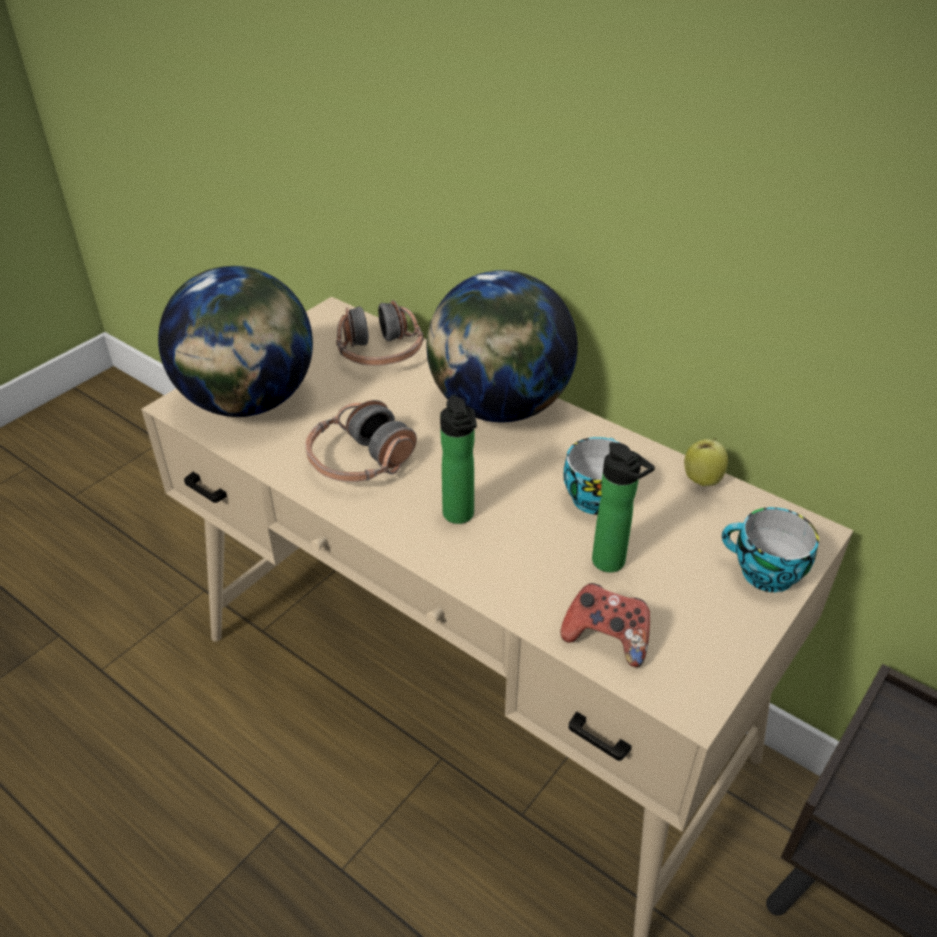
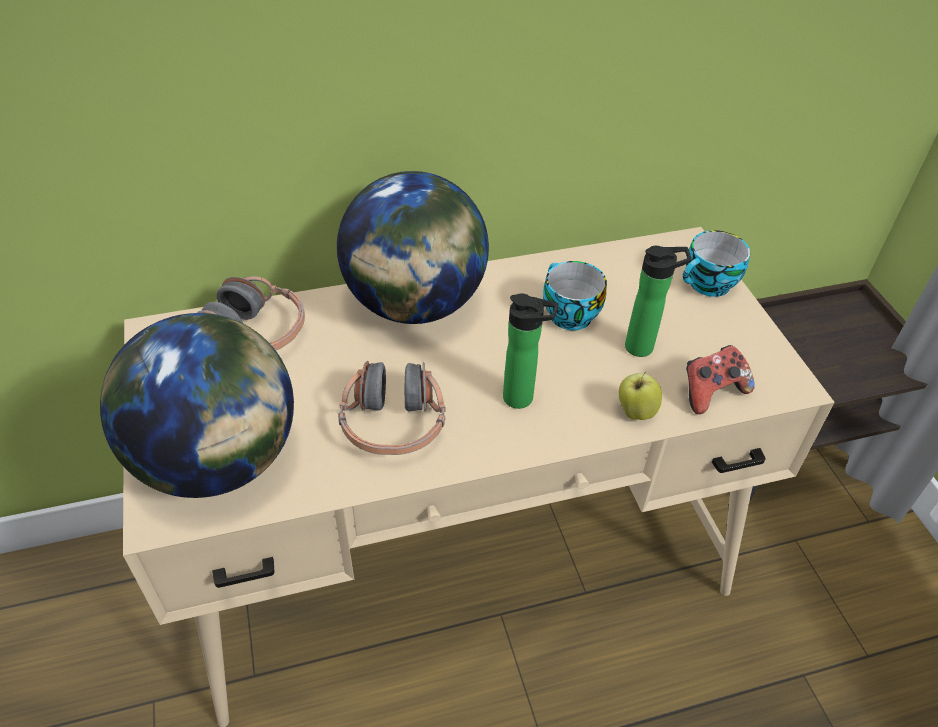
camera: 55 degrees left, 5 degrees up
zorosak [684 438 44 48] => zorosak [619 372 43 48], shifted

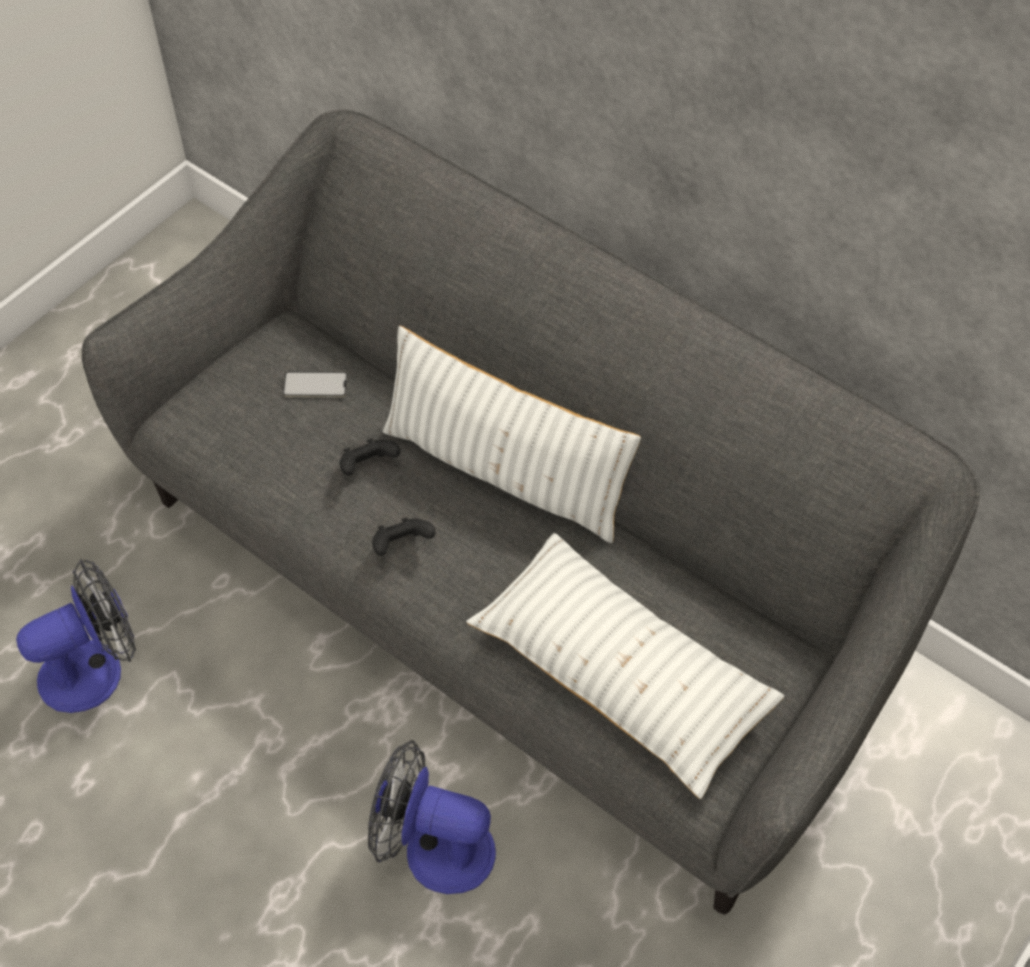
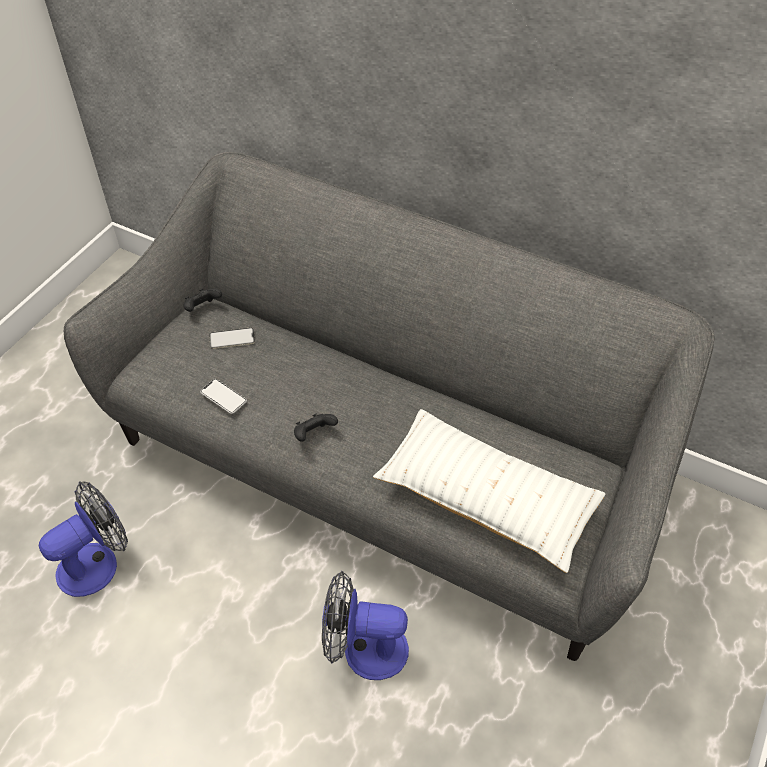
camera: 10 degrees left, 5 degrees down
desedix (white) [382 326 259 217] => nothing
nothing => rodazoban [200 379 47 35]
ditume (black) [340 439 60 37] => ditume (black) [183 288 39 24], shifted

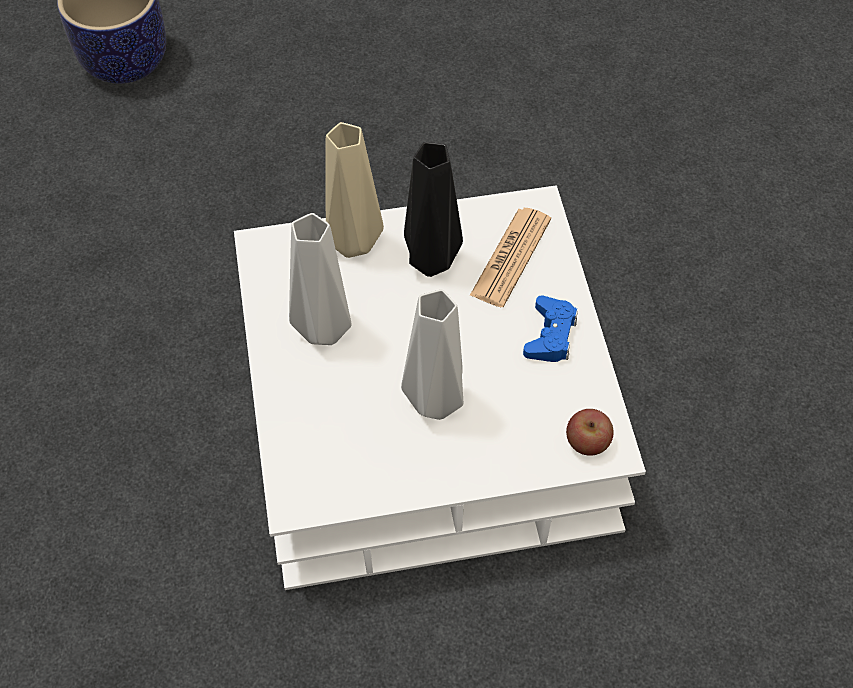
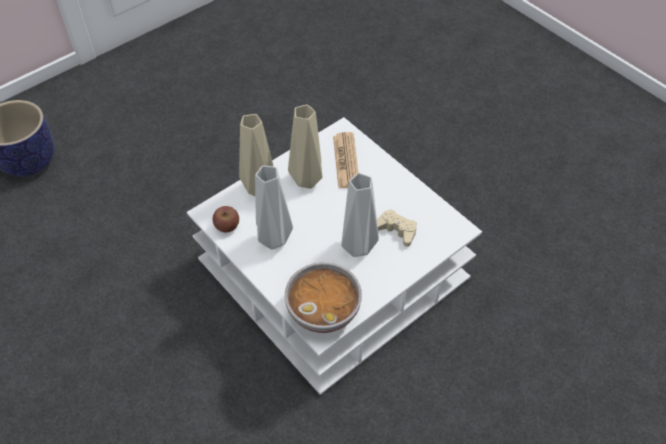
camera: 30 degrees left, 5 degrees down
ditume (blue) [523 295 55 67] => nothing
nothing => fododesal [285 262 77 71]
nothing => ditume (beige) [377 209 40 38]
zorosak [566 409 48 47] => zorosak [213 206 26 26], shifted
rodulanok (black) [404 142 59 135] => rodulanok (beige) [288 105 34 84]

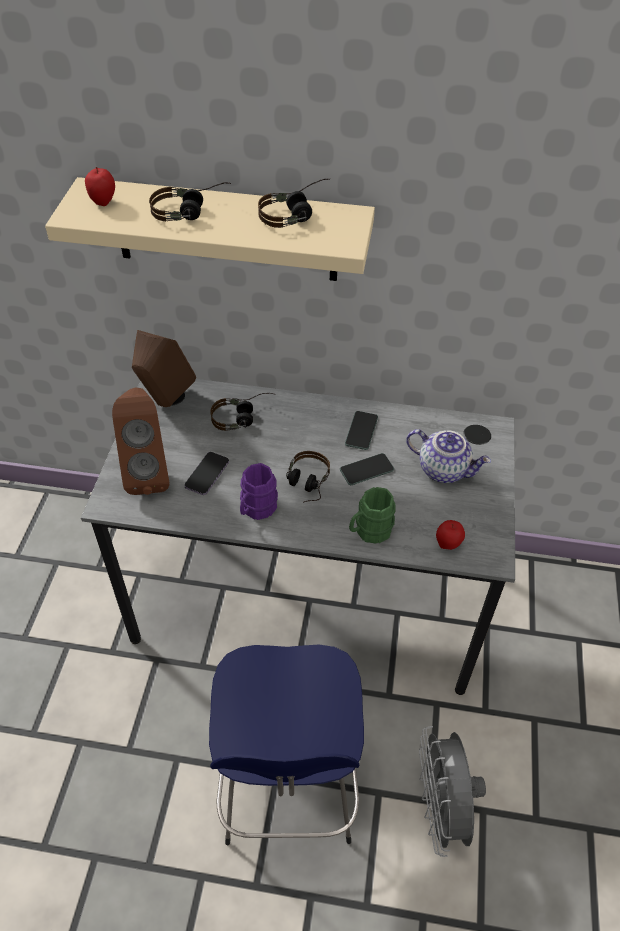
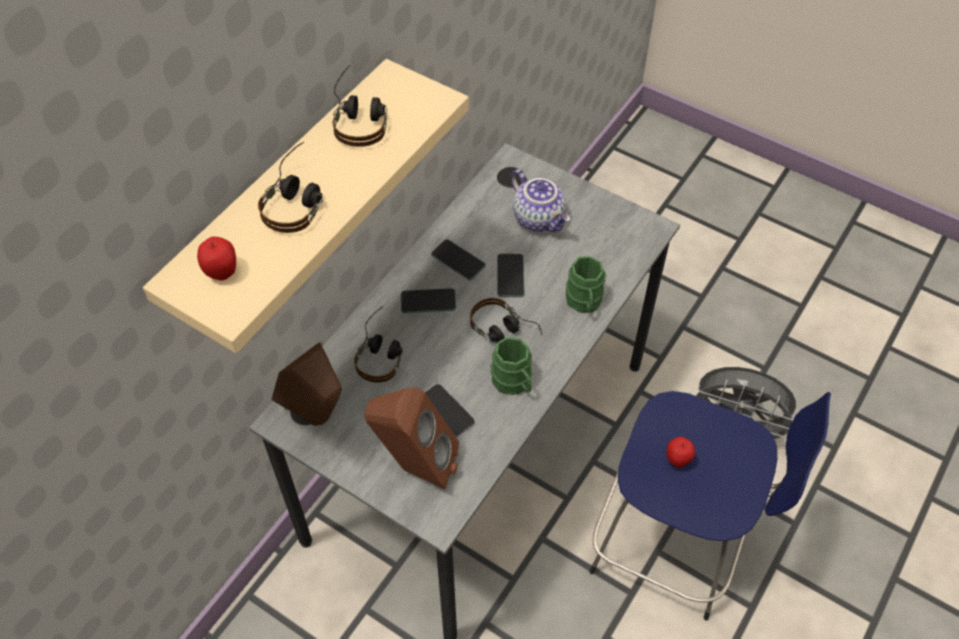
camera: 65 degrees left, 5 degrees up
nothing => rodazoban [401 288 55 25]
zorosak [436 520 29 30] => zorosak [666 437 29 31], shifted
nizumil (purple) [240 463 38 57] => nizumil (green) [491 337 41 58]
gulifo [406 429 85 54] => gulifo [511 169 60 63], 90 degrees clockwise

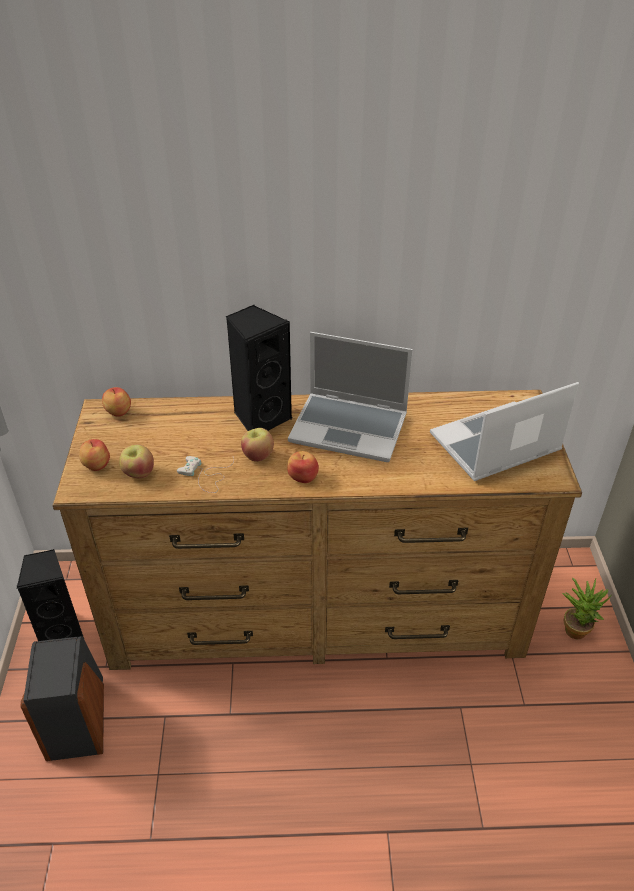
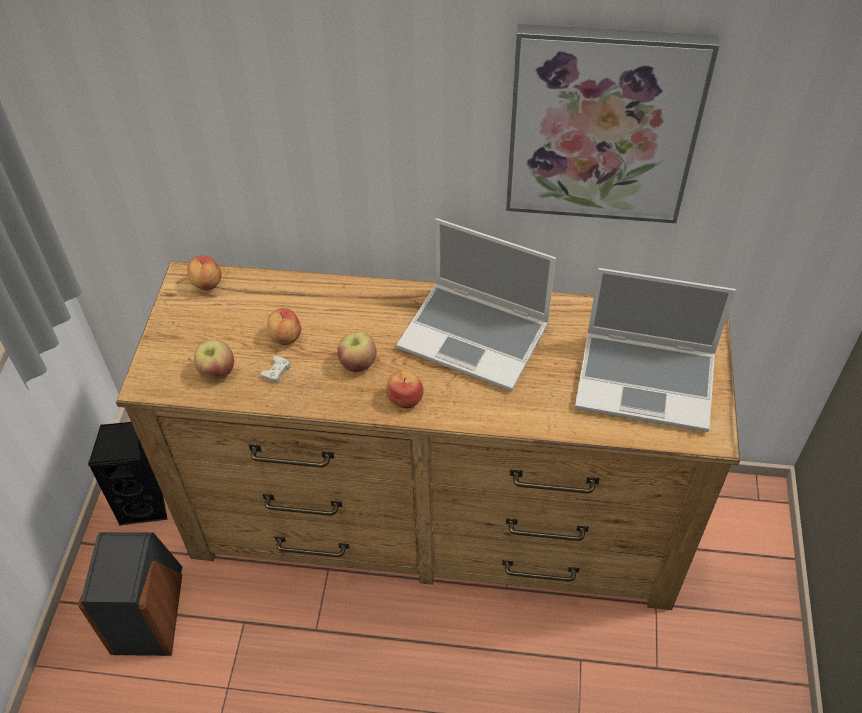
camera: 10 degrees right, 10 degrees up
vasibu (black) [226 305 66 126] => nothing
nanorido [562 578 50 61] => nothing
nothing => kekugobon [506 24 214 199]
zorosak [79 439 31 32] => zorosak [267 308 34 37], shifted
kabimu [430 382 149 99] => kabimu [575 268 161 164], 150 degrees counterclockwise

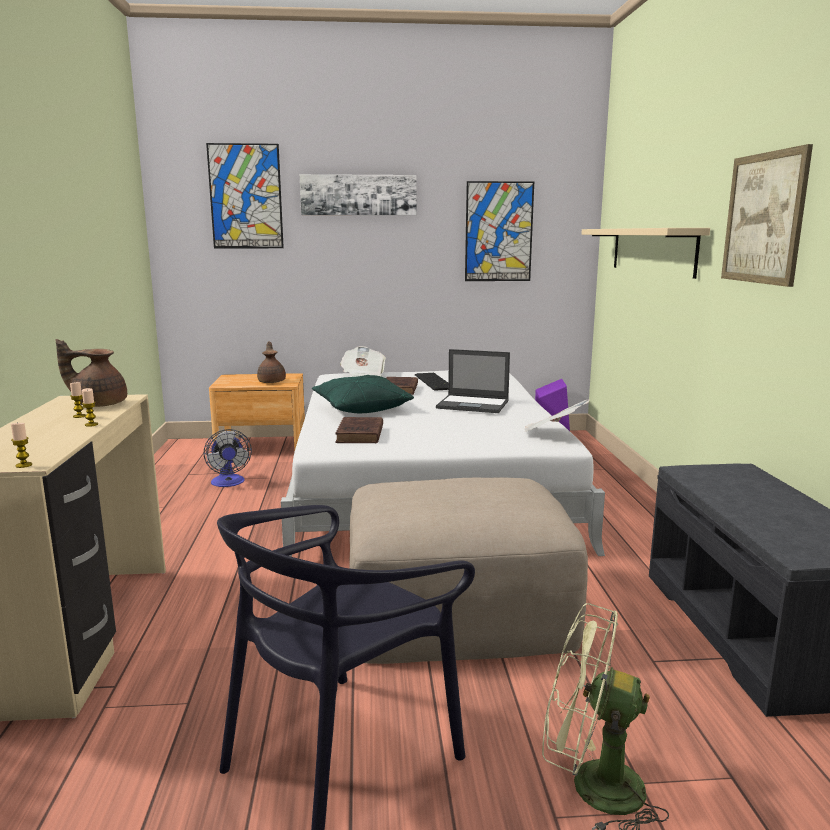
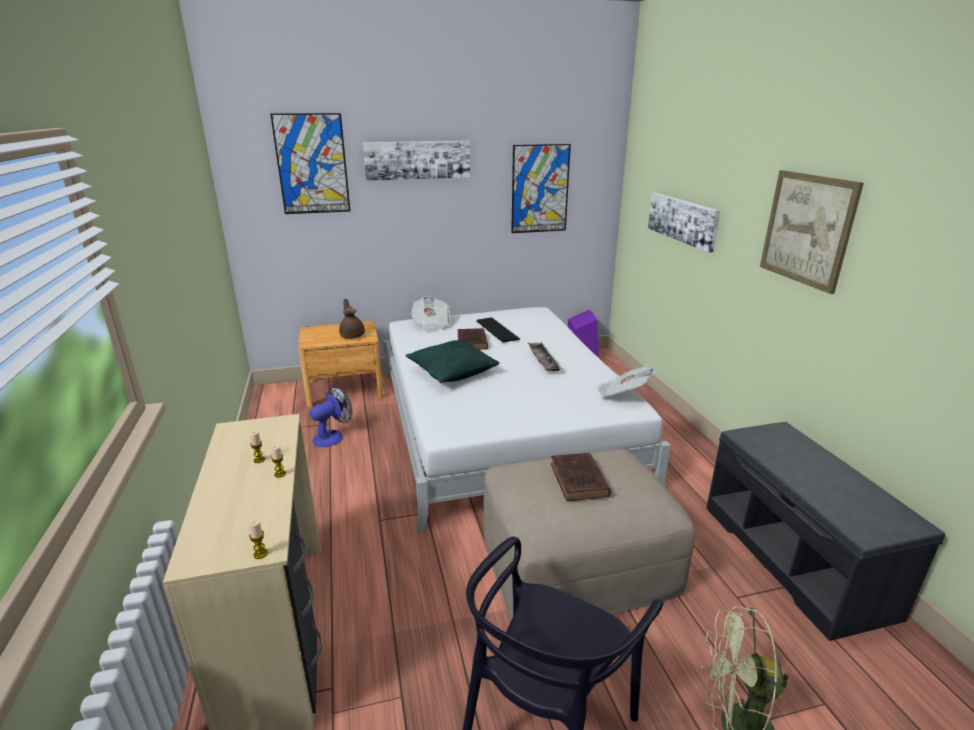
camera: 10 degrees left, 10 degrees up
gulifo (brown) [56 339 71 68] => nothing
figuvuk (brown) [335 417 48 26] => figuvuk (brown) [550 453 61 48], shifted
kabimu [436 349 74 64] => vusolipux [528 342 34 29]
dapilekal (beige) [581 228 129 51] => kekugobon [648 193 72 60]
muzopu [204 429 48 58] => muzopu [310 386 42 61], 105 degrees counterclockwise

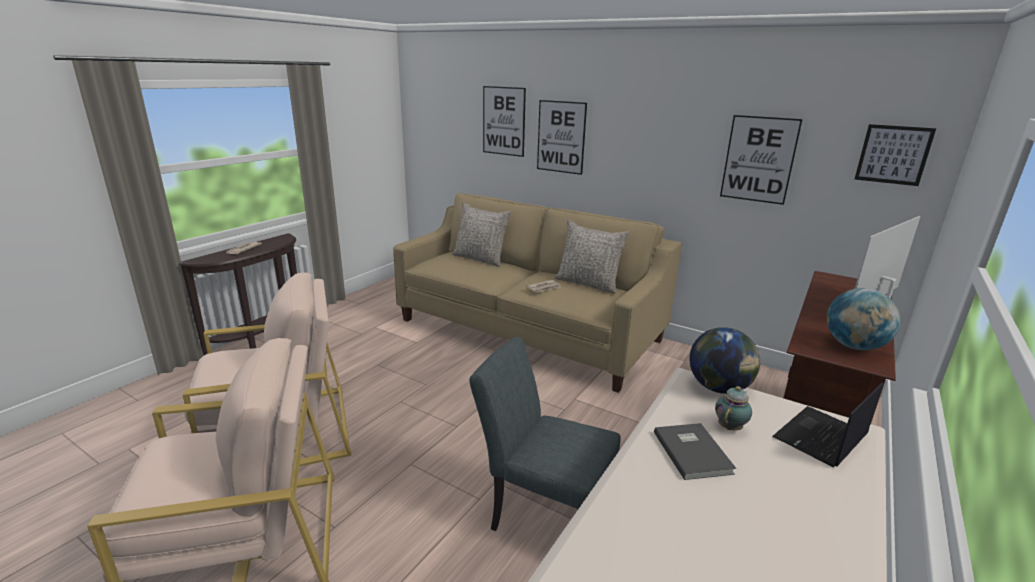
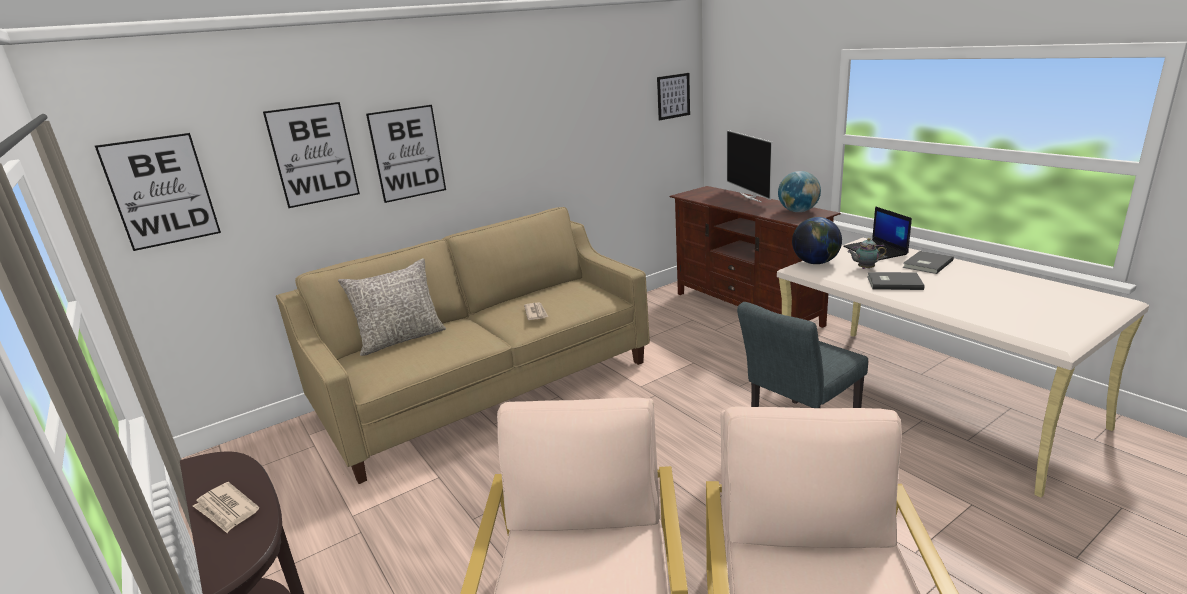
camera: 65 degrees left, 0 degrees up
desedix (grey) [554 220 76 74] => nothing
nothing => figuvuk (grey) [902 251 52 23]
kekugobon [720 115 83 90] => kekugobon [95 133 126 118], shifted
gulifo [715 386 37 44] => gulifo [847 238 40 31], 60 degrees counterclockwise

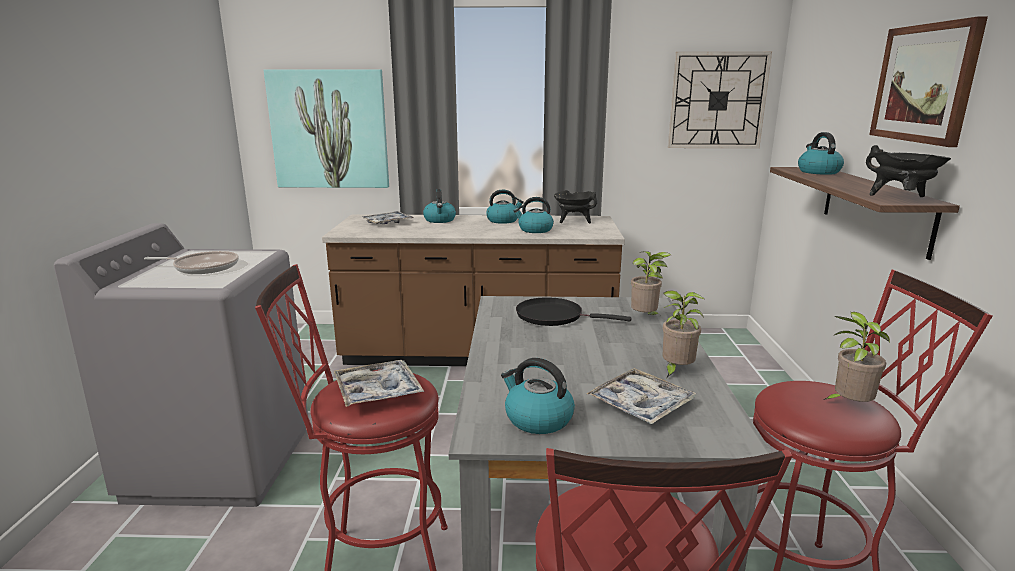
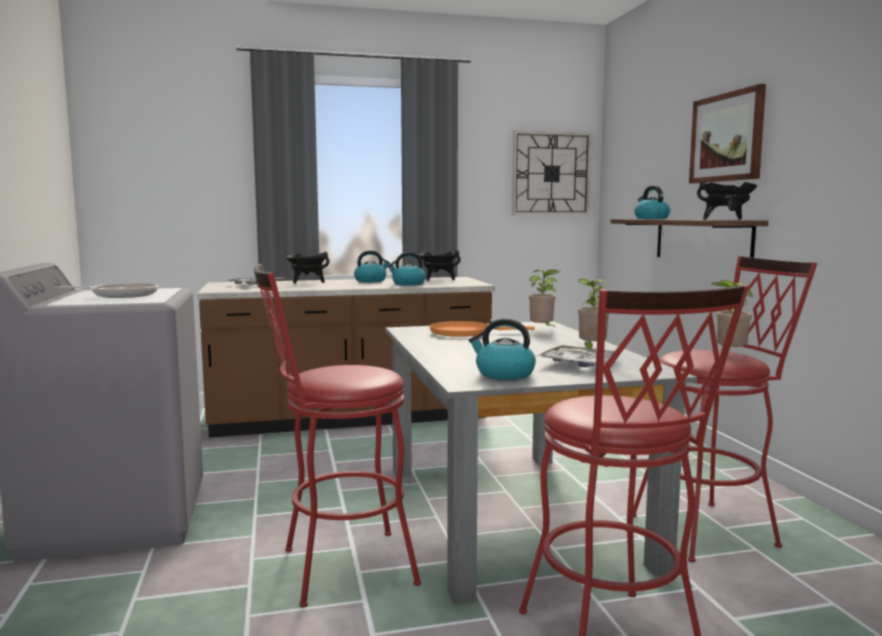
camera: 15 degrees left, 10 degrees down
kekugobon [264 69 125 119] => nothing
vusolipux [334 360 90 47] => nothing
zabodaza [423 189 33 34] => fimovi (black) [286 252 44 31]
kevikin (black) [516 297 116 29] => kevikin (orange) [429 321 106 16]

